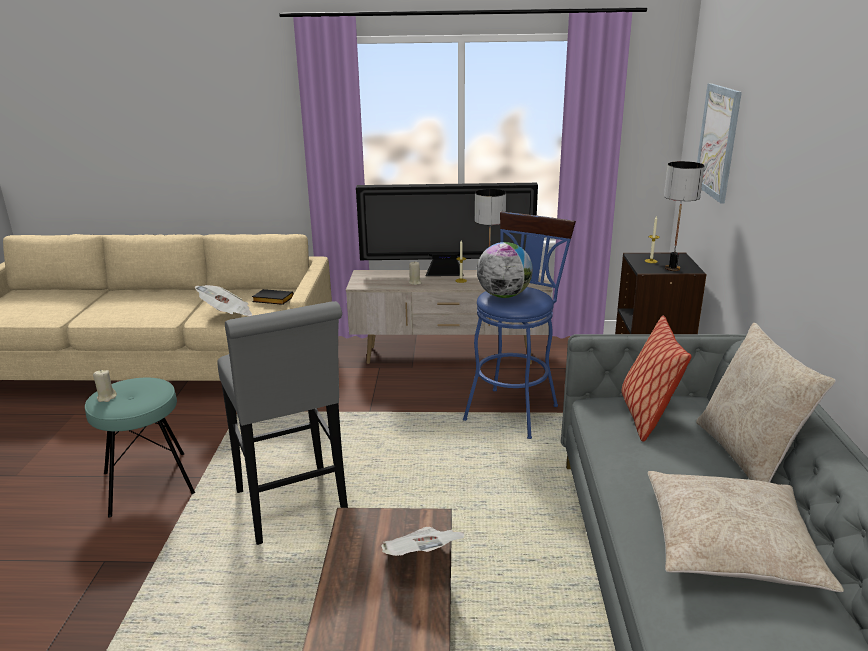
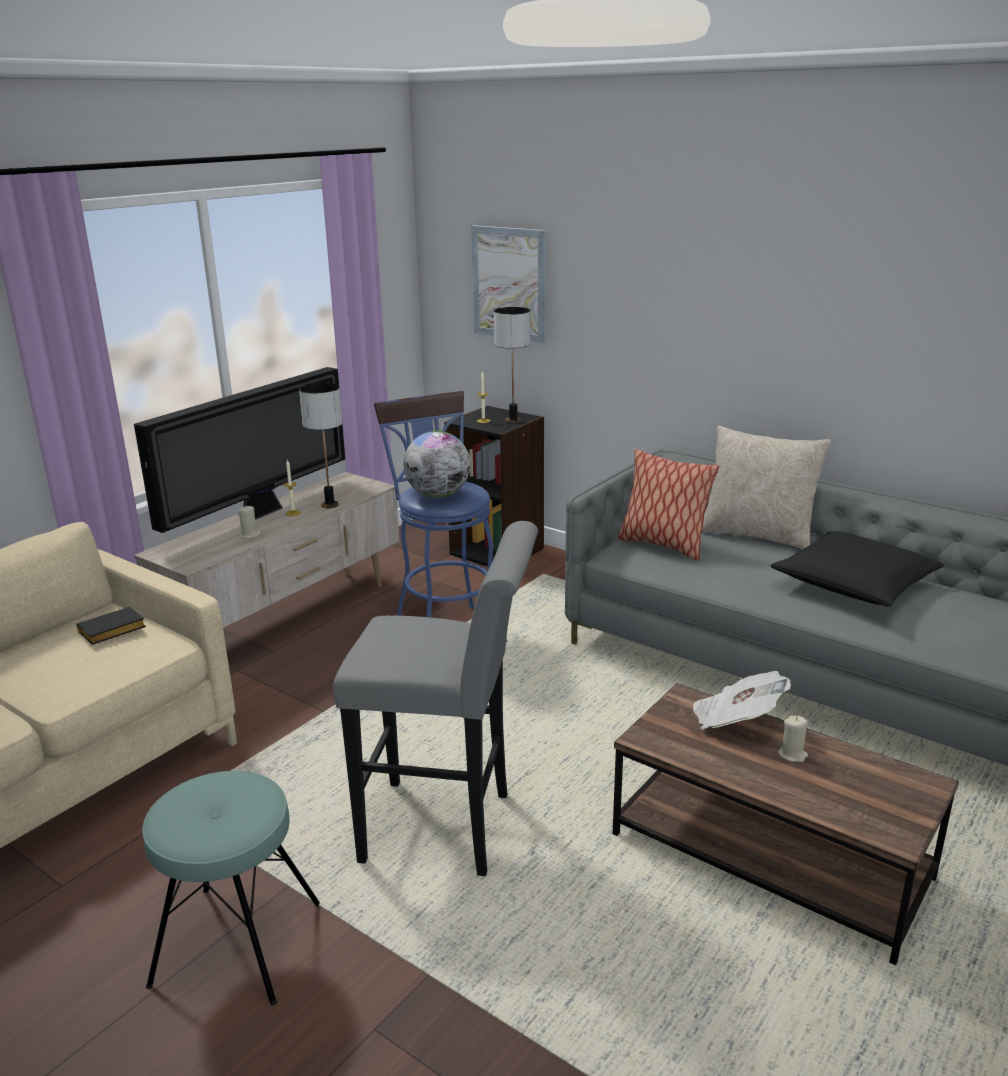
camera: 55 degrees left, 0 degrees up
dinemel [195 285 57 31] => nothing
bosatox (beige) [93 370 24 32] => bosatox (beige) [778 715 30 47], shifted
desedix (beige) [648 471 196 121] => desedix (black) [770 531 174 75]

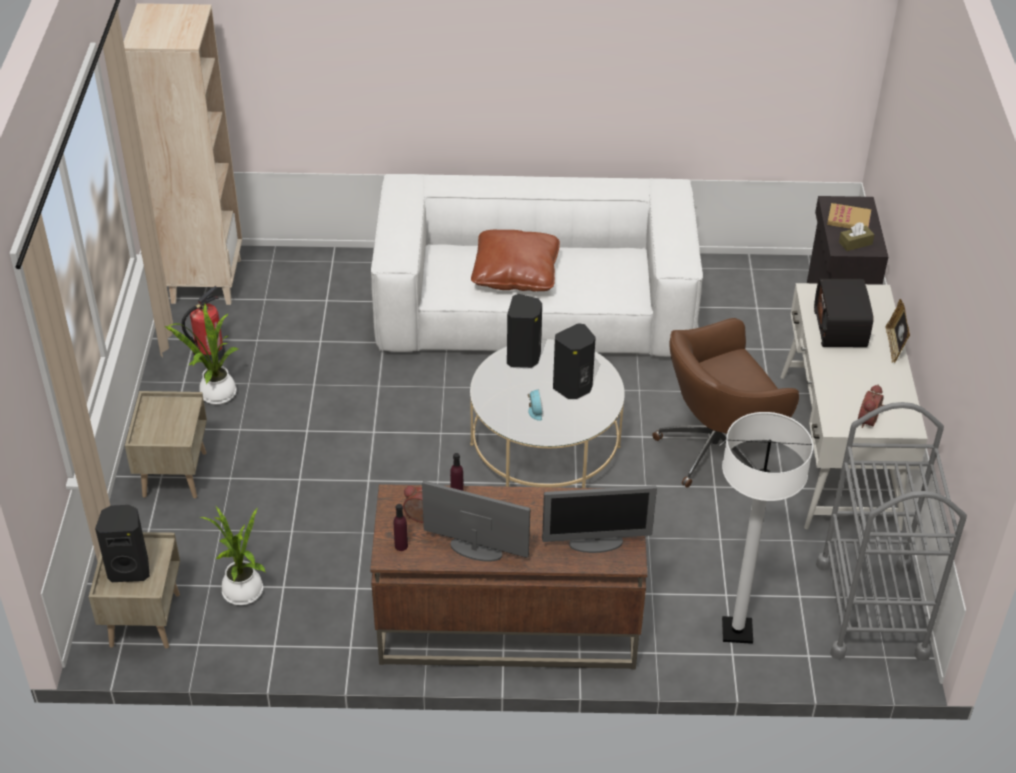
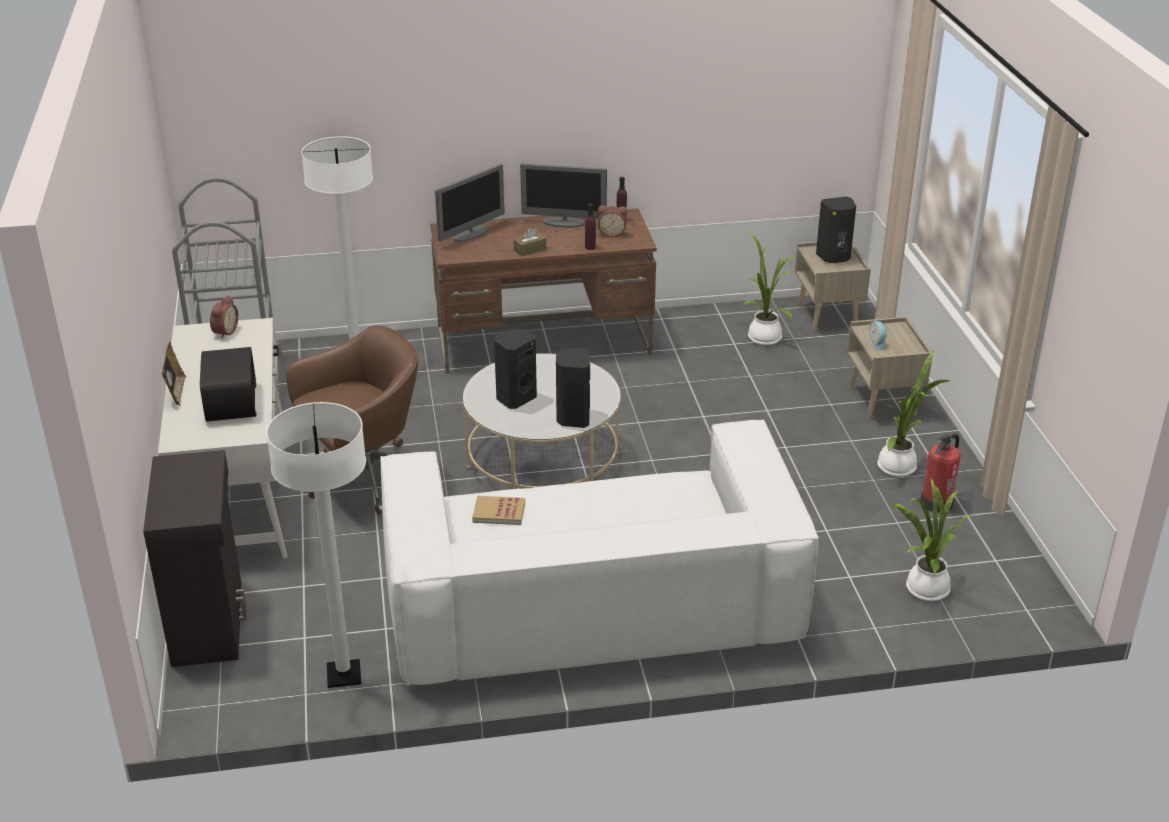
camera: 170 degrees right, 10 degrees down
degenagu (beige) [124 3 118 302] => nothing
desedix (brown) [471 230 89 62] => nothing
nothing => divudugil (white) [266 402 100 286]
nothing => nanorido [890 477 83 124]
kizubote [528 390 15 31] => kizubote [868 321 20 29], shifted
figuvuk [827 203 44 26] => figuvuk [472 496 53 29], shifted
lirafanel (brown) [839 222 36 29] => lirafanel (brown) [514 228 32 28], shifted
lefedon [542 485 115 68] => lefedon [435 164 70 78], 150 degrees clockwise

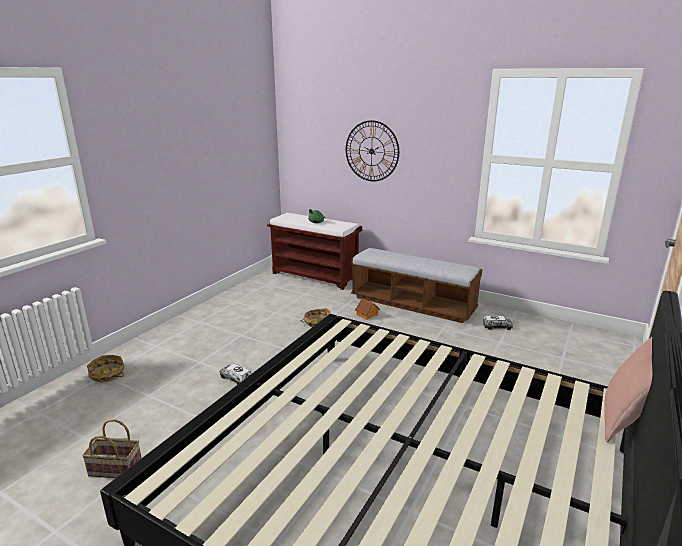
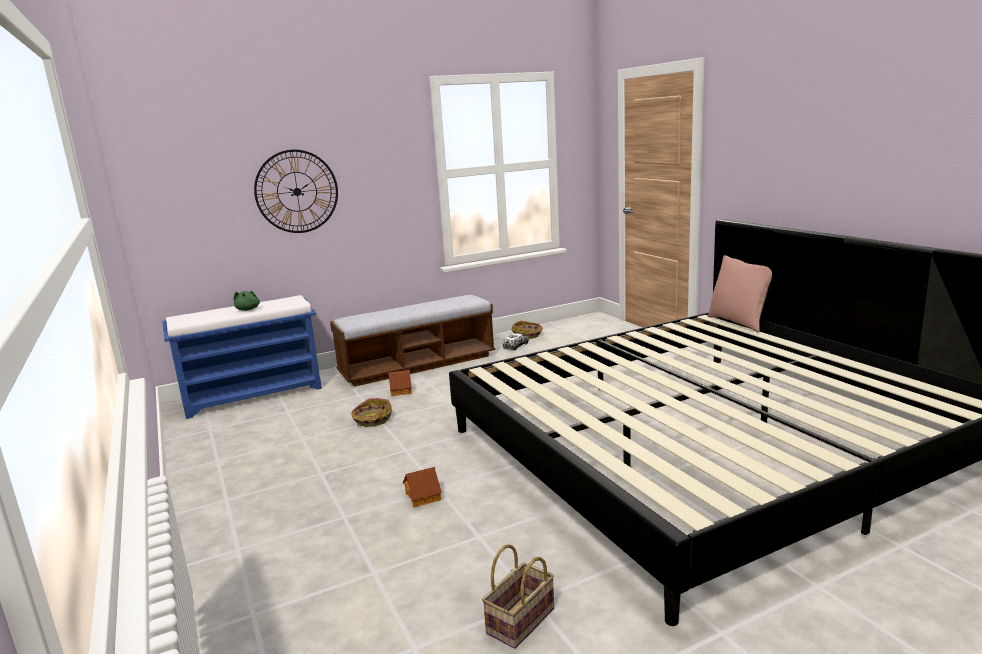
camera: 55 degrees left, 5 degrees down
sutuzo [87 355 38 28] => sutuzo [511 320 32 19], shifted
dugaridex [220 364 31 21] => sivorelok [403 467 39 40]
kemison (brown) [267 213 95 77] => kemison (blue) [162 295 160 124]

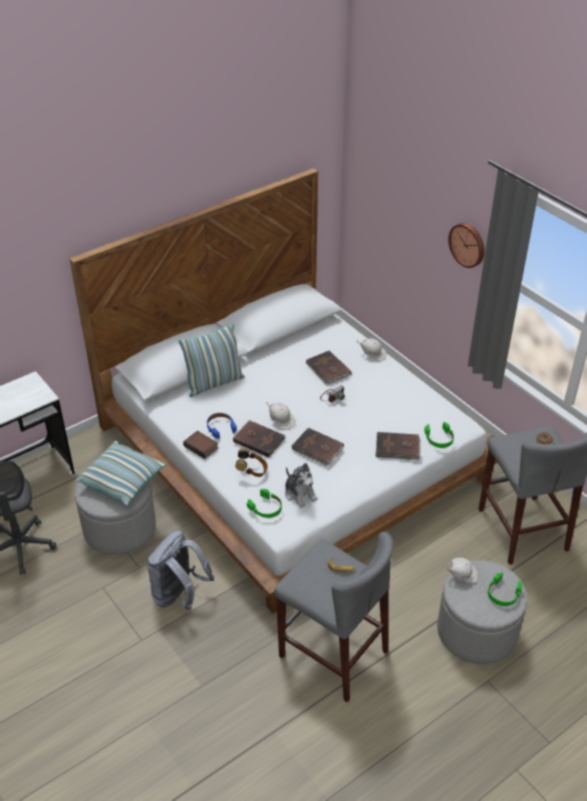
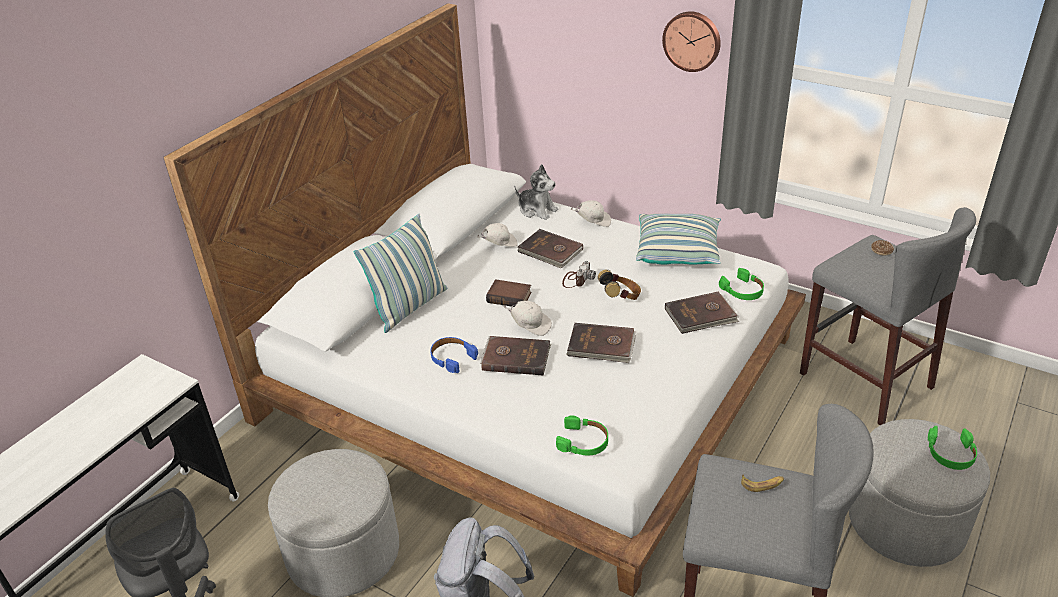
camera: 20 degrees left, 5 degrees down
desedix [76 441 91 64] => desedix [636 214 85 51], shifted
figuvuk [183 431 35 28] => figuvuk [486 279 45 28], shifted
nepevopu [235 448 33 29] => nepevopu [598 270 43 30], shifted
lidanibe [285 463 33 45] => lidanibe [514 164 44 56], shifted
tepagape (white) [443 558 35 25] => tepagape (white) [478 223 40 24], shifted

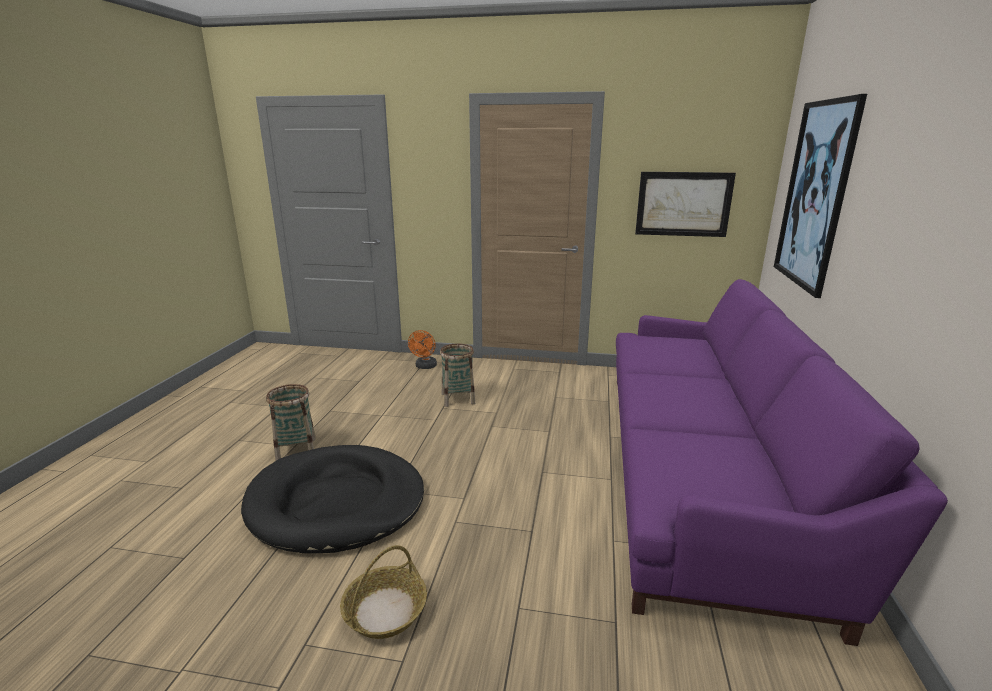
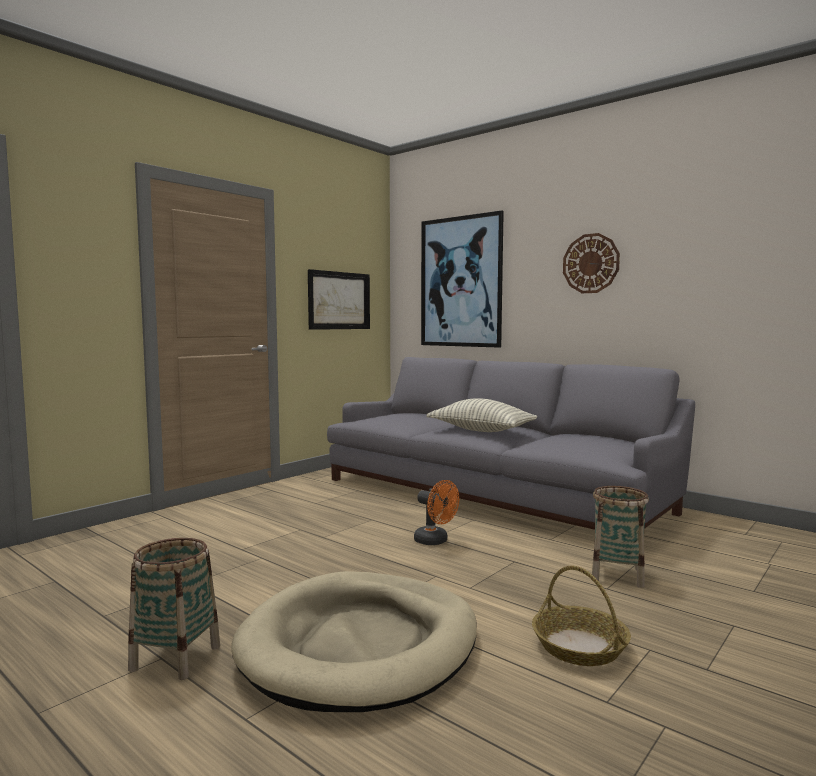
camera: 60 degrees left, 15 degrees down
nothing => desedix [426 398 112 34]
nothing => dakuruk [563 233 57 60]
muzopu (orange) [408 330 29 39] => muzopu (orange) [414 480 45 65], shifted
sutuzo [440 343 35 64] => sutuzo [592 486 57 102], shifted
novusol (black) [241 445 183 108] => novusol (beige) [231 571 246 141]
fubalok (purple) [616 279 332 367] => fubalok (grey) [327 357 368 173]

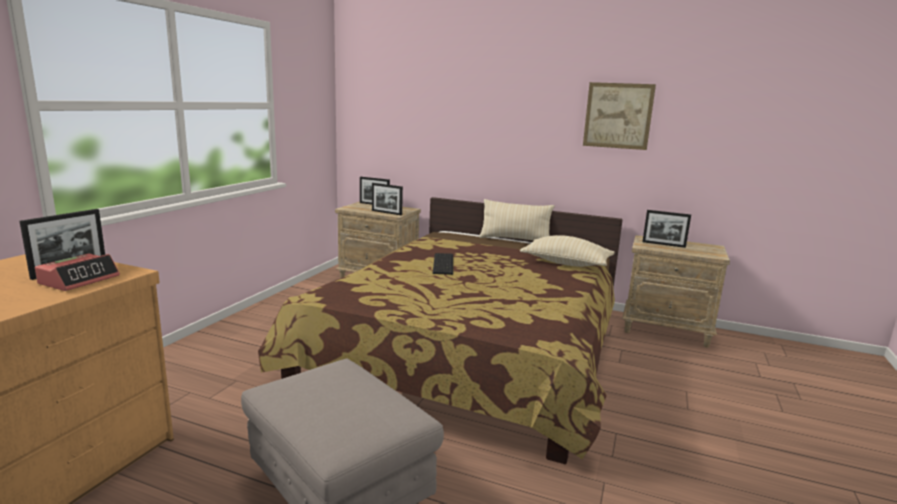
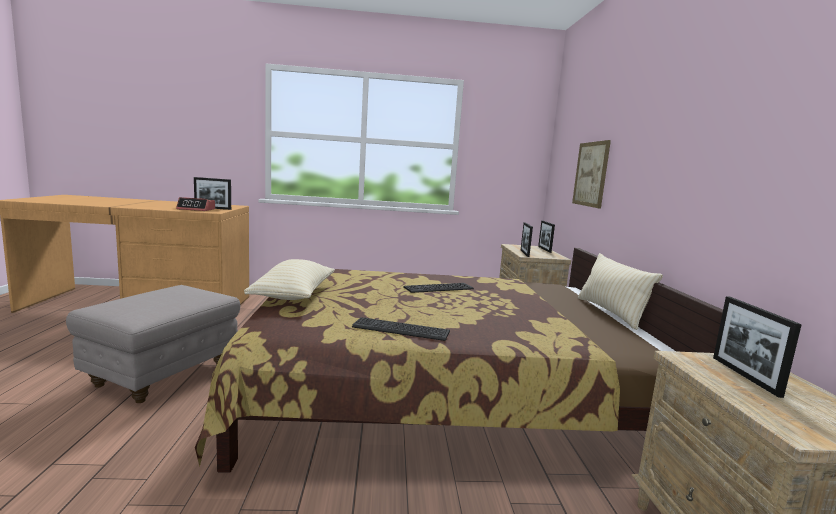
camera: 65 degrees right, 5 degrees down
nothing => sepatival [352 317 98 24]
desedix (beige) [520 235 95 32] => desedix (beige) [244 259 91 41], shifted
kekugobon [583 82 73 68] => kekugobon [572 140 39 69], shifted

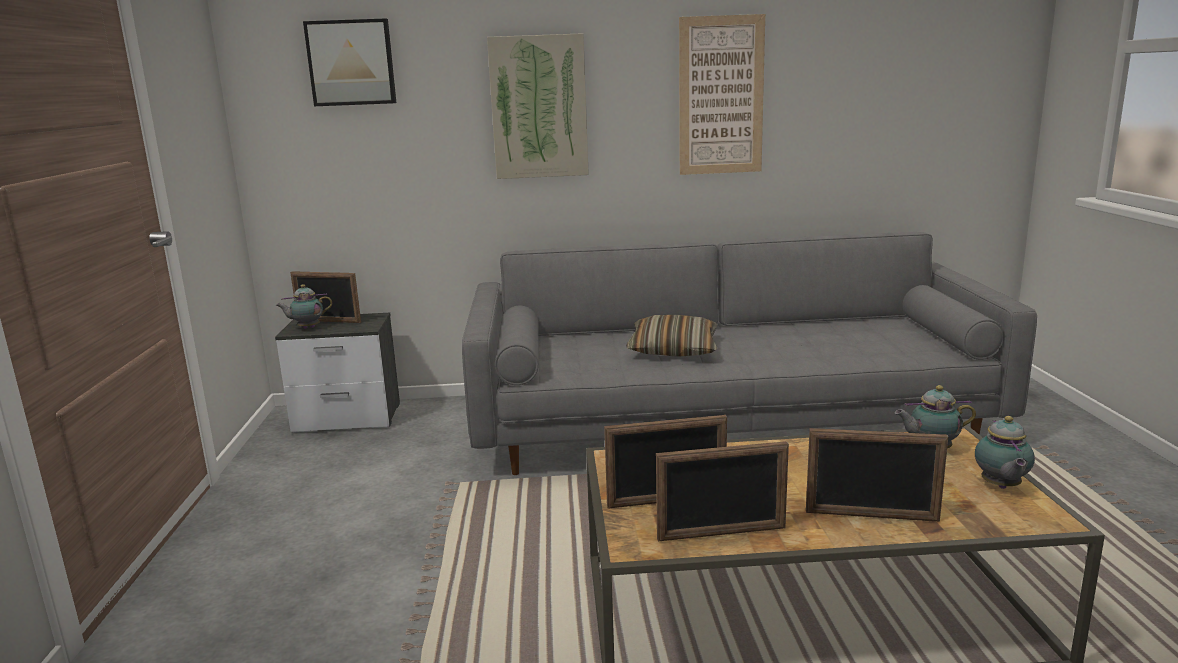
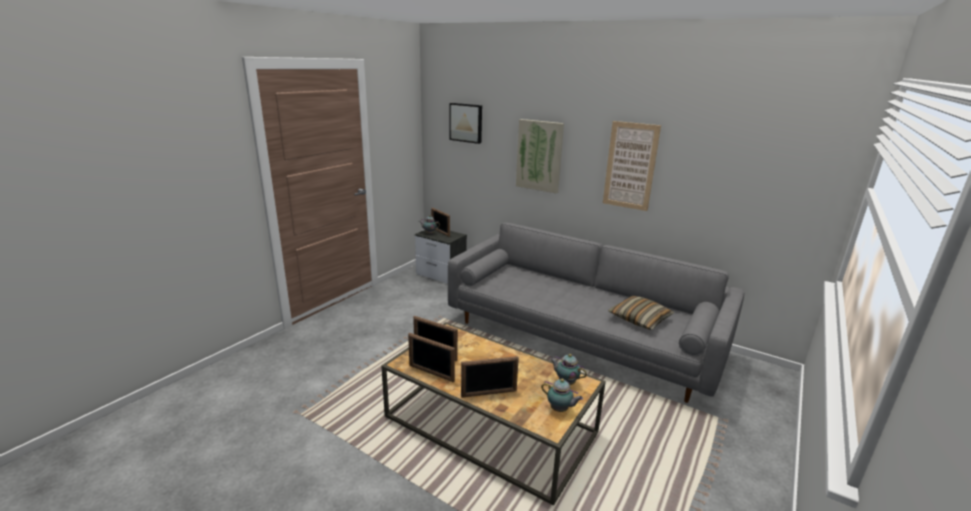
camera: 35 degrees right, 5 degrees up
desedix [626 315 92 42] => desedix [608 296 66 34], shifted
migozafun [806 428 142 94] => migozafun [461 356 58 42], 60 degrees counterclockwise
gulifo [975 416 60 73] => gulifo [541 378 42 34], 105 degrees counterclockwise

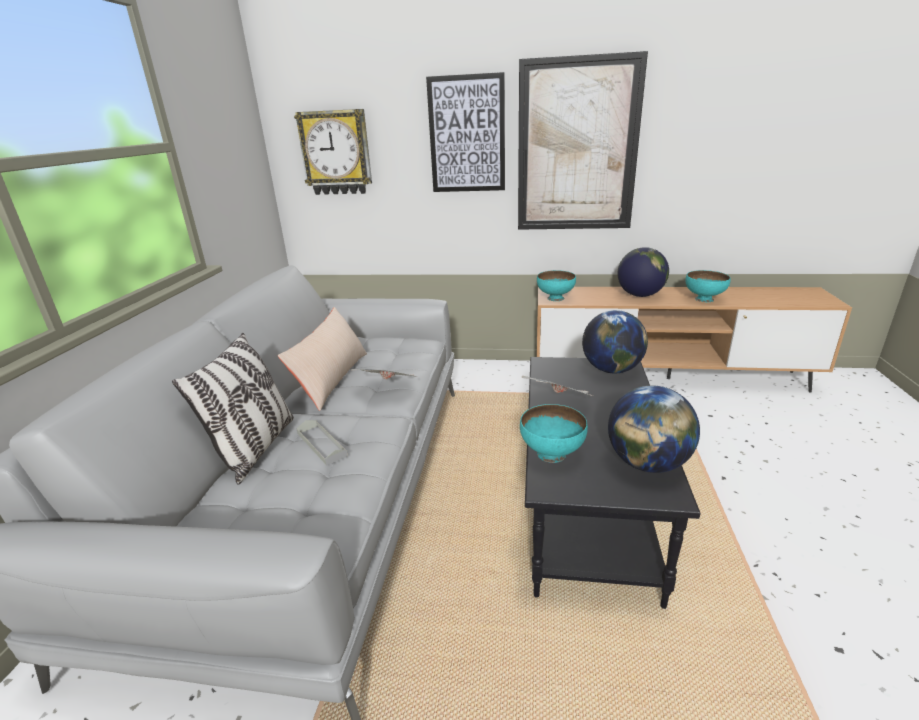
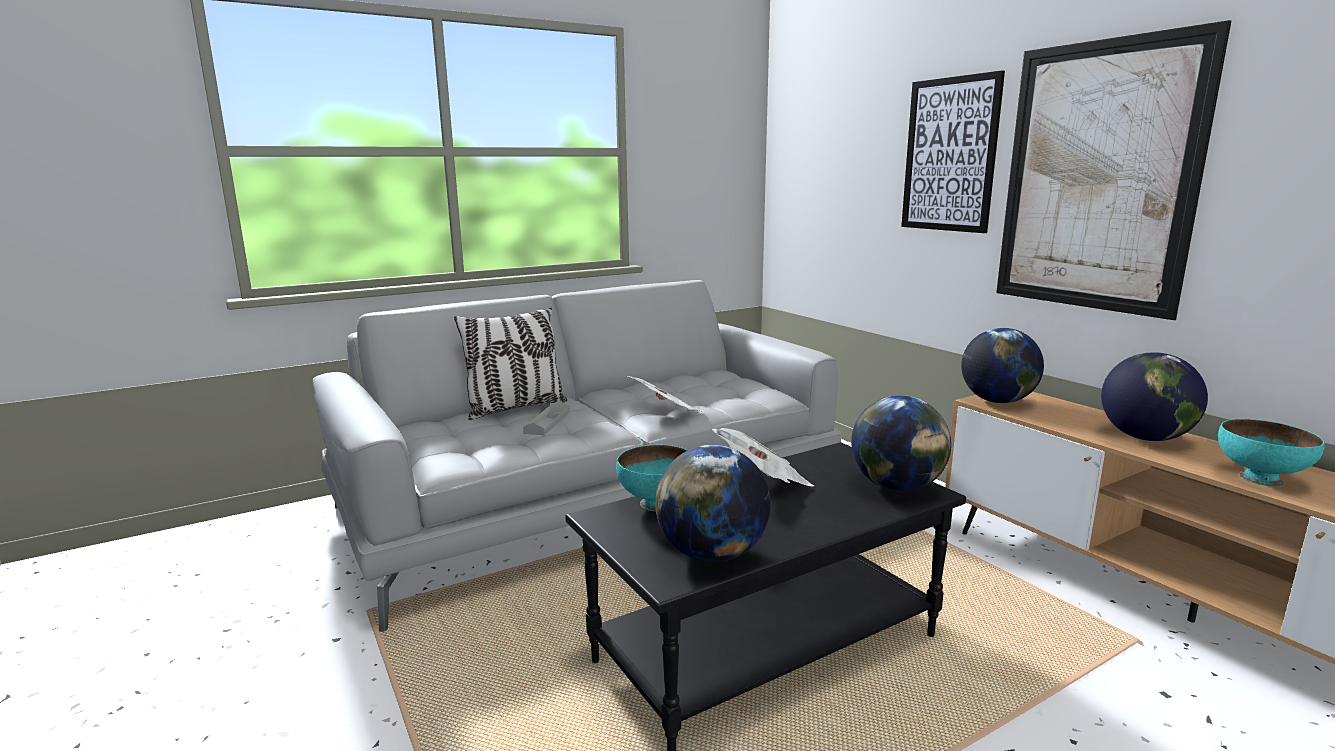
camera: 50 degrees right, 10 degrees down
desedix (beige) [278 307 89 104] => nothing
dakuruk [294 109 78 86] => nothing
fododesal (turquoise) [537 270 39 31] => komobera [961 328 83 75]

